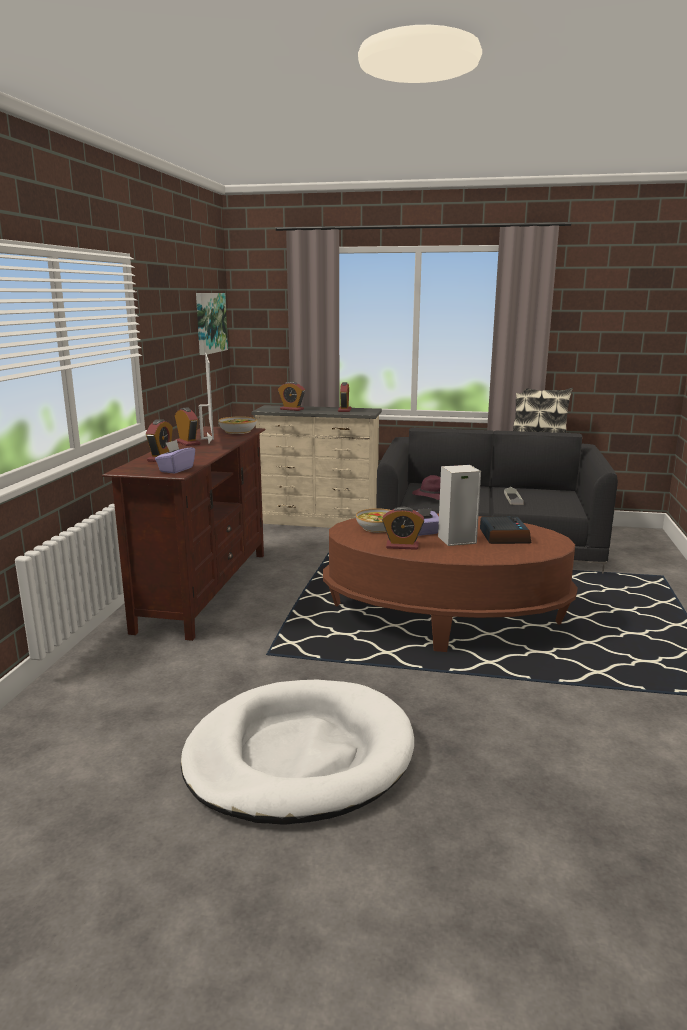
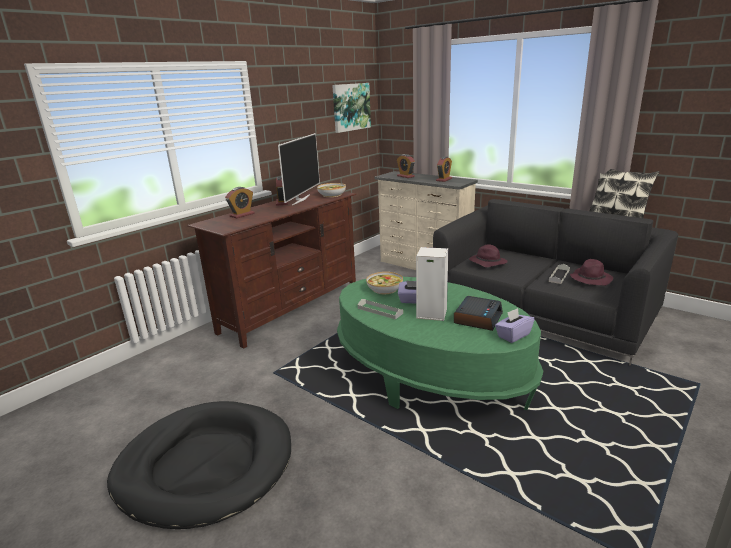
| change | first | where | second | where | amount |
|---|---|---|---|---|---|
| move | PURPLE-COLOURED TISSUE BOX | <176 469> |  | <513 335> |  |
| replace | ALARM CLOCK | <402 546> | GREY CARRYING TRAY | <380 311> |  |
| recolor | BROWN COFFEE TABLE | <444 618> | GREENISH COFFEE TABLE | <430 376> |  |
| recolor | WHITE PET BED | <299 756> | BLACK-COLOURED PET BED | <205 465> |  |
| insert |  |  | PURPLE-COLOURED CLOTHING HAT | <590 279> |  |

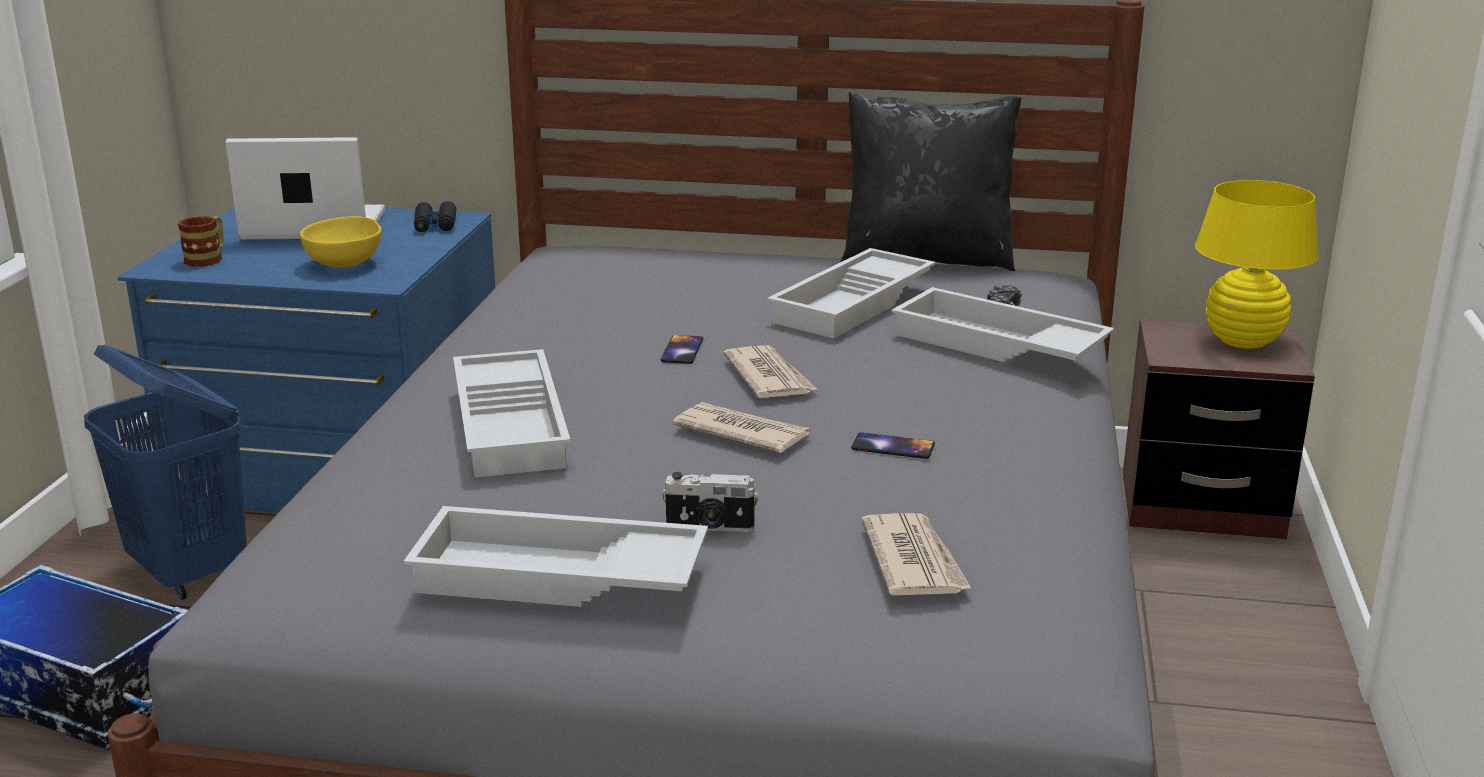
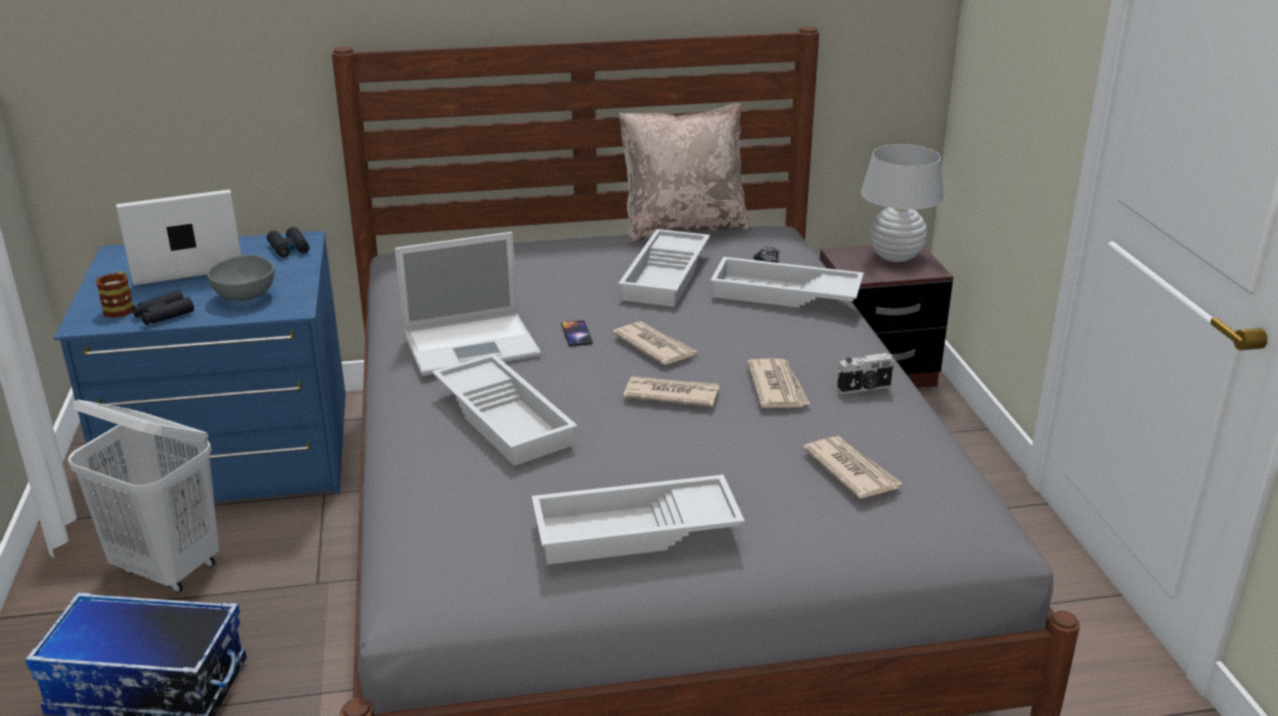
| change | first | where | second | where | amount |
|---|---|---|---|---|---|
| recolor | BLACK-COLOURED THROW PILLOW | <926 259> | SAND-COLOURED THROW PILLOW | <683 228> |  |
| recolor | YELLOWISH TABLE LAMP | <1243 341> | WHITE TABLE LAMP | <895 256> |  |
| recolor | YELLOWISH BOWL | <347 264> | GREY BOWL | <247 296> |  |
| recolor | BLUE-COLOURED HAMPER | <189 572> | WHITE HAMPER | <168 569> |  |
| replace | TELEPHONE | <893 447> | NEWSPAPER | <777 387> |  |
| move | STILL CAMERA | <710 527> |  | <864 388> |  |
| insert |  |  | PORTABLE COMPUTER | <473 344> |  |
| insert |  |  | BLACK-COLOURED PAIR OF BINOCULARS | <163 315> |  |

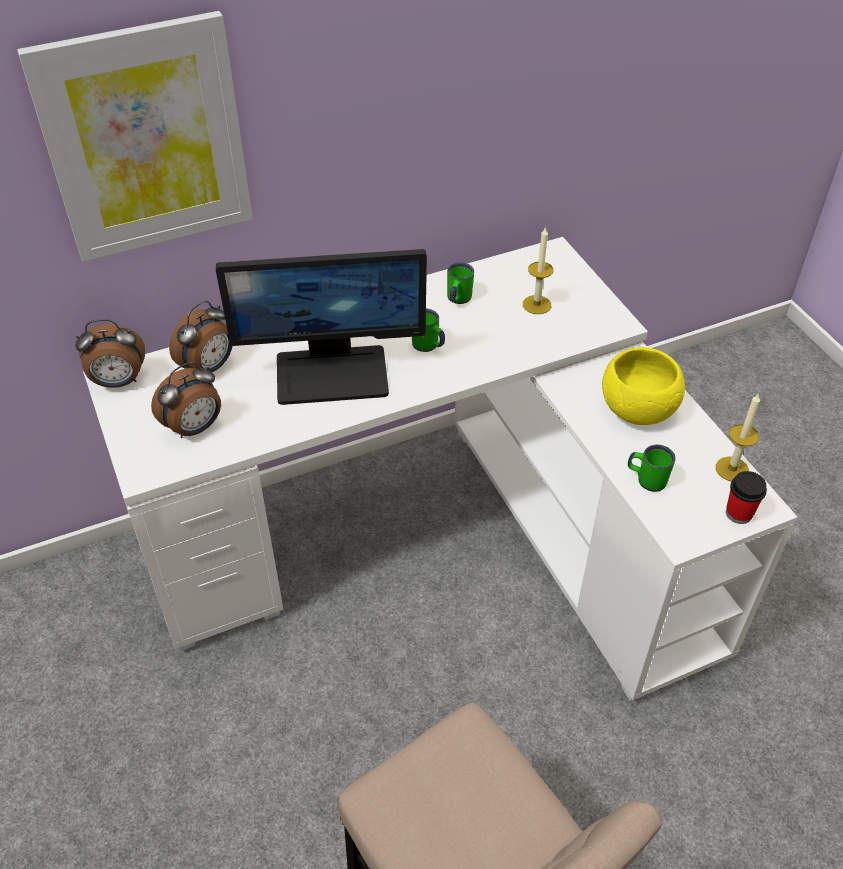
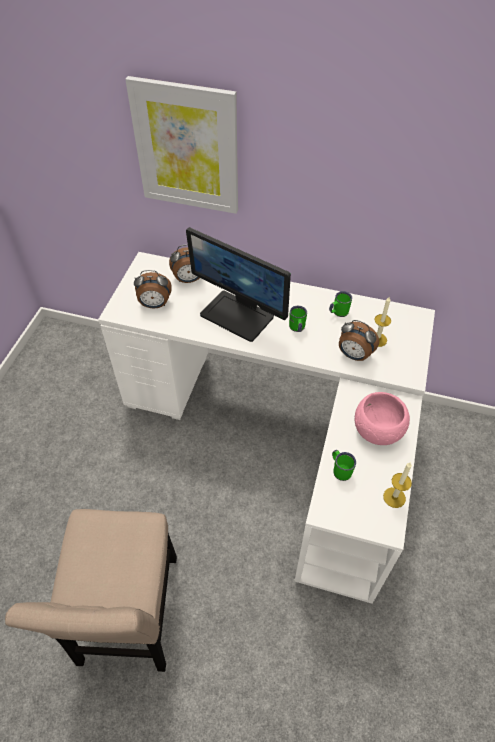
| change | first | where | second | where | amount |
|---|---|---|---|---|---|
| move | ALARM CLOCK | <118 382> |  | <354 355> |  |
| recolor | YELLOWISH BOWL | <638 408> | PINKISH BOWL | <378 429> |  |
| delete | DRINKING CUP | <739 513> |  |  |  |

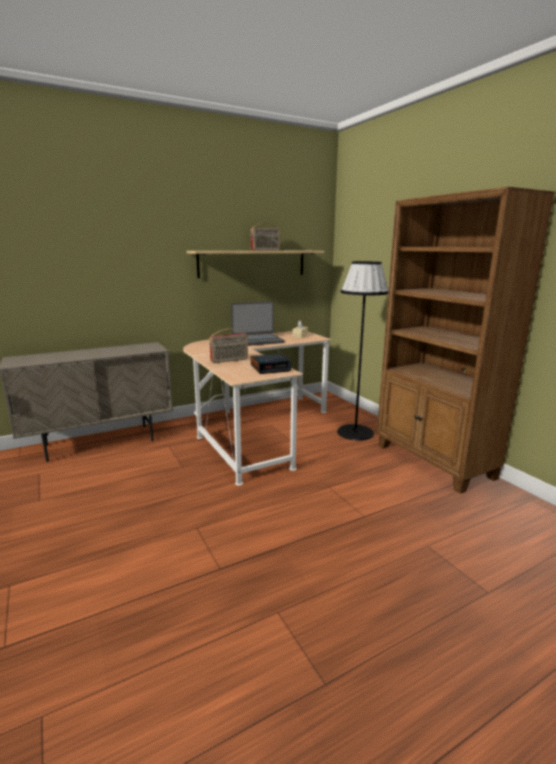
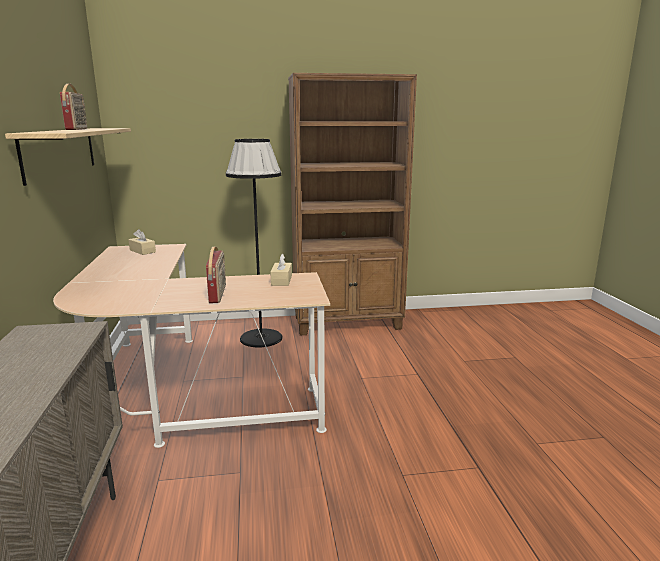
| change | first | where | second | where | amount |
|---|---|---|---|---|---|
| delete | PORTABLE COMPUTER | <257 341> |  |  |  |
| replace | ALARM CLOCK | <270 368> | SAND-COLOURED TISSUE BOX | <281 280> |  |

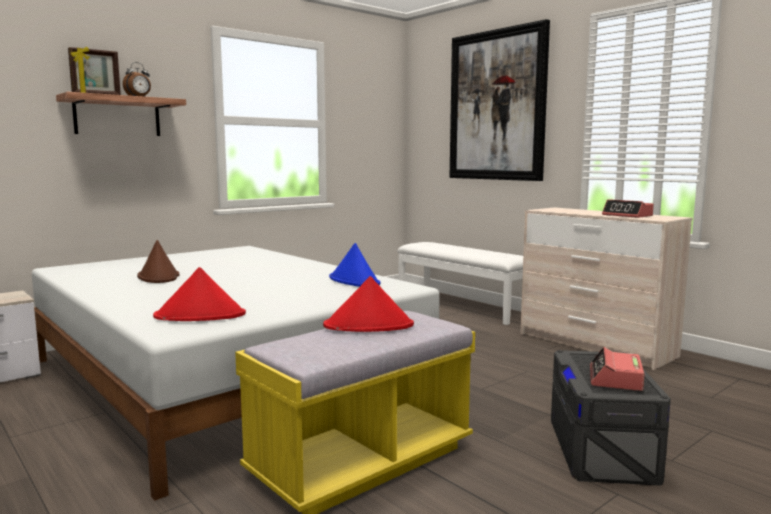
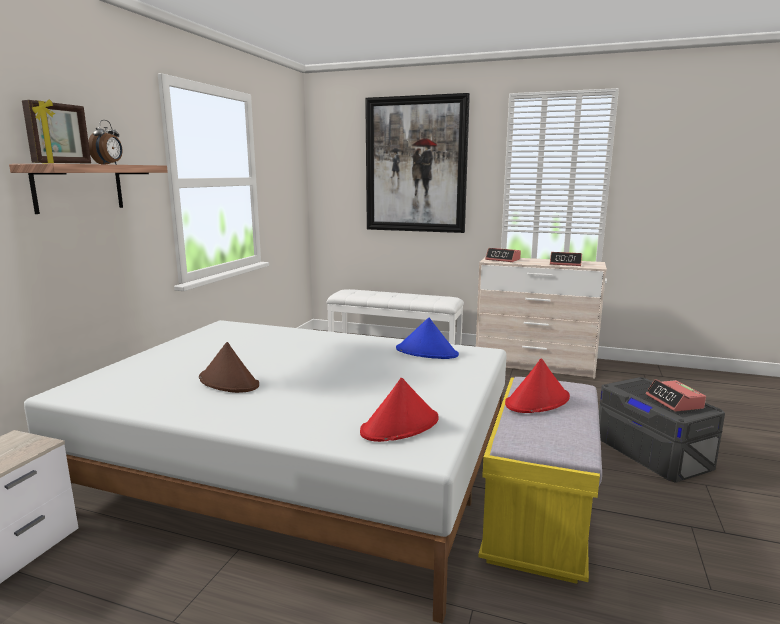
| change | first | where | second | where | amount |
|---|---|---|---|---|---|
| insert |  |  | ALARM CLOCK | <503 260> |  |

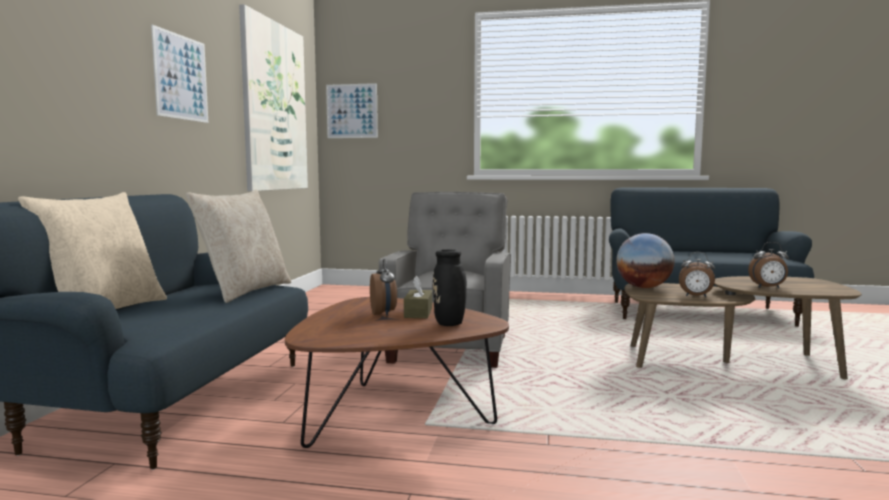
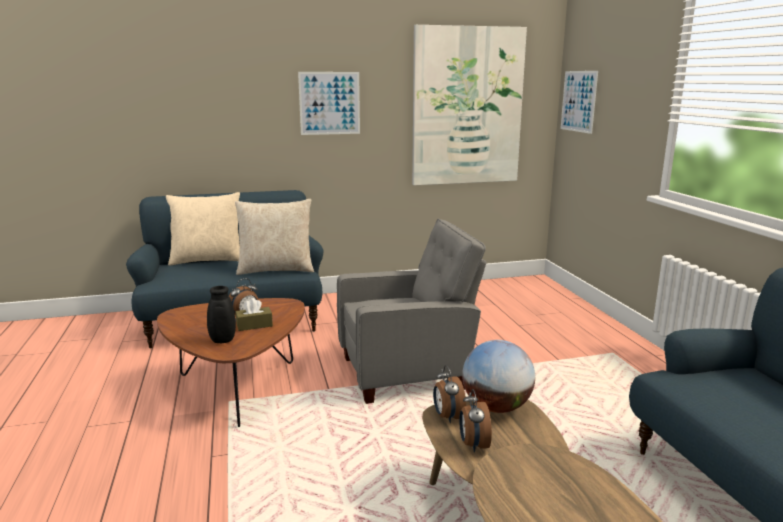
| change | first | where | second | where | amount |
|---|---|---|---|---|---|
| move | ALARM CLOCK | <768 287> |  | <447 417> |  |

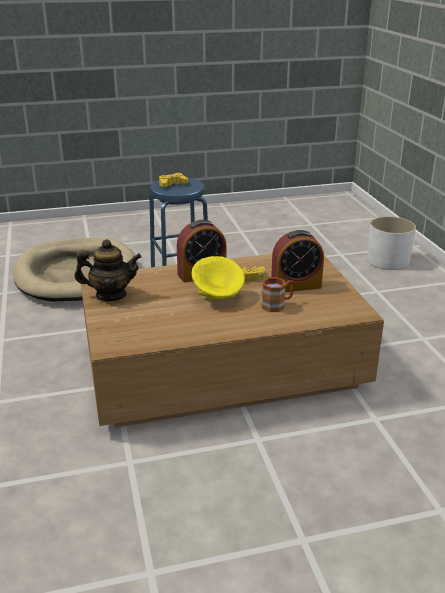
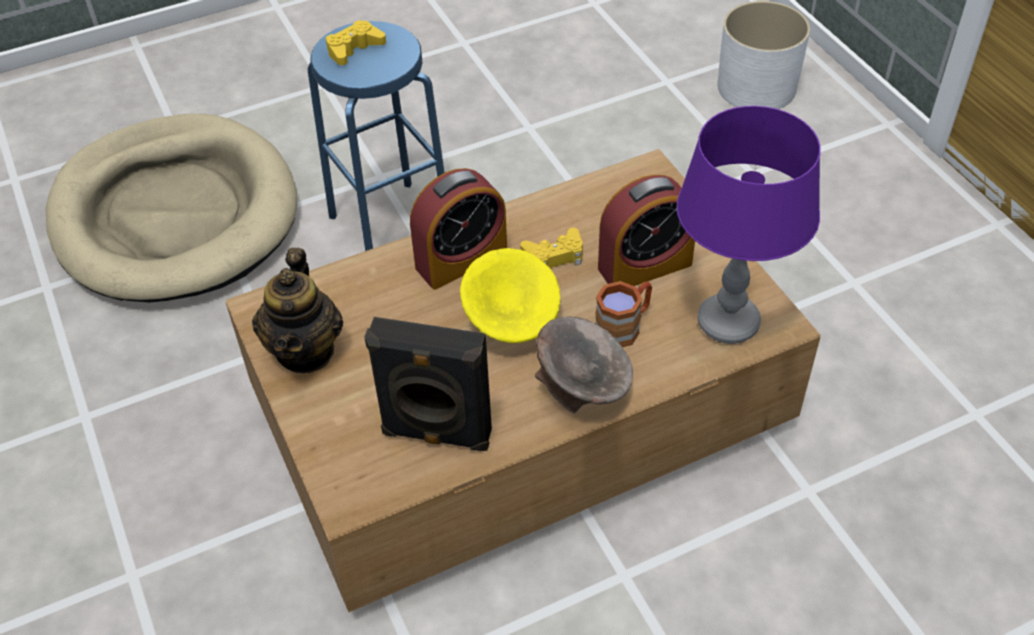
| change | first | where | second | where | amount |
|---|---|---|---|---|---|
| rotate | TEA POT | <111 295> |  | <306 350> | 105 degrees clockwise |
| insert |  |  | PURPLE-COLOURED TABLE LAMP | <727 323> |  |
| insert |  |  | GREY BOWL | <582 390> |  |
| insert |  |  | BLACK-COLOURED SPEAKER | <436 435> |  |

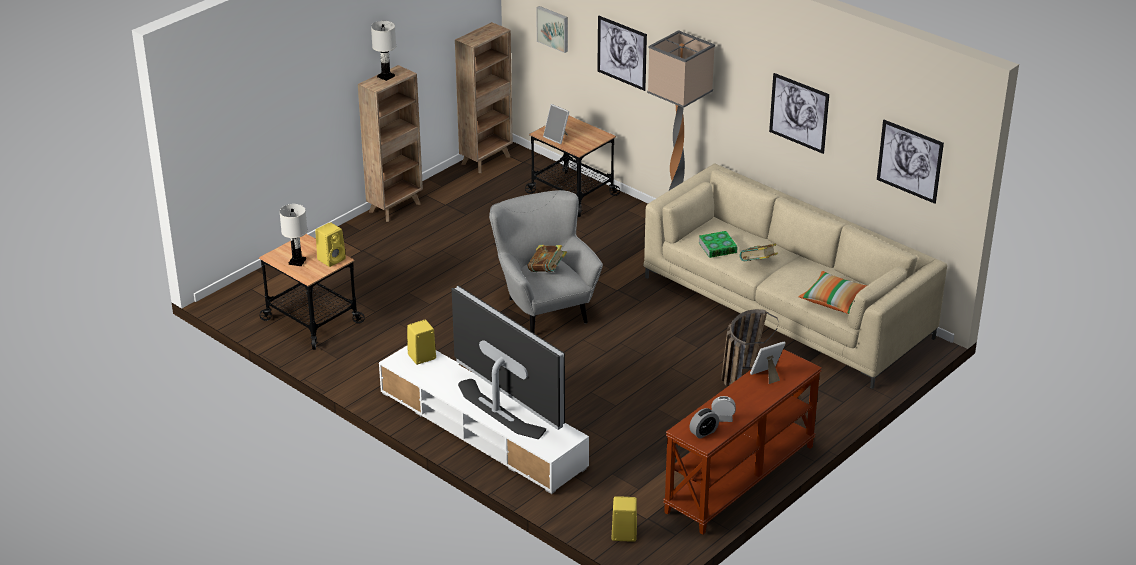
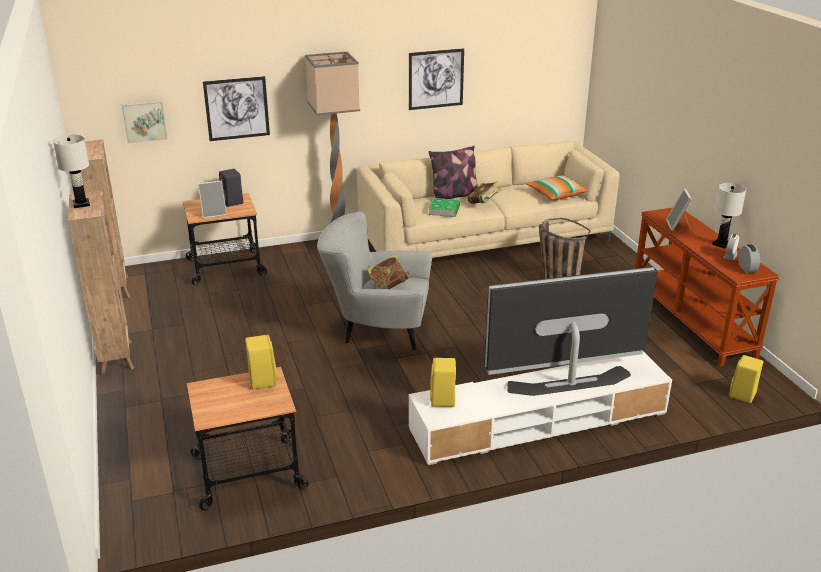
| change | first | where | second | where | amount |
|---|---|---|---|---|---|
| delete | PICTURE | <909 161> |  |  |  |
| move | WHITE TABLE LAMP | <297 262> |  | <721 244> |  |
| insert |  |  | THROW PILLOW | <454 196> |  |
| insert |  |  | BLACK-COLOURED SPEAKER | <232 202> |  |

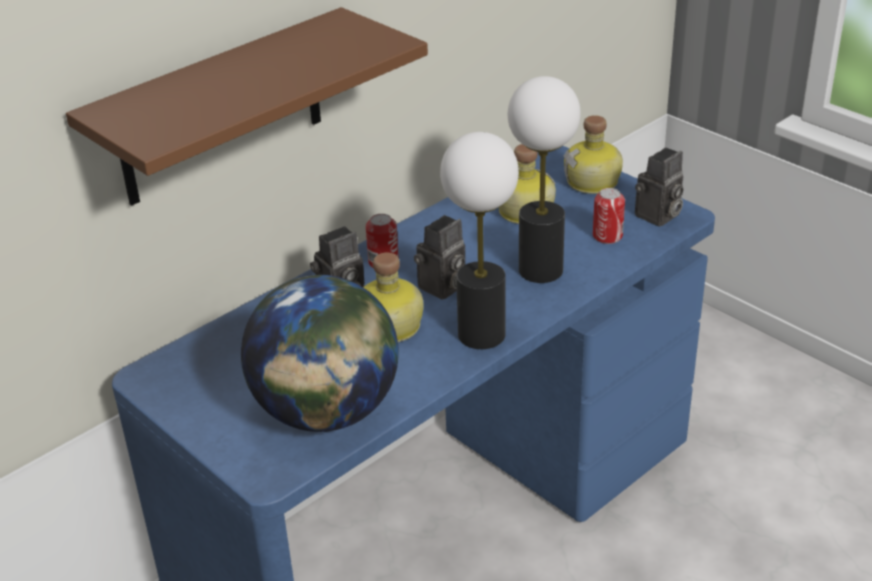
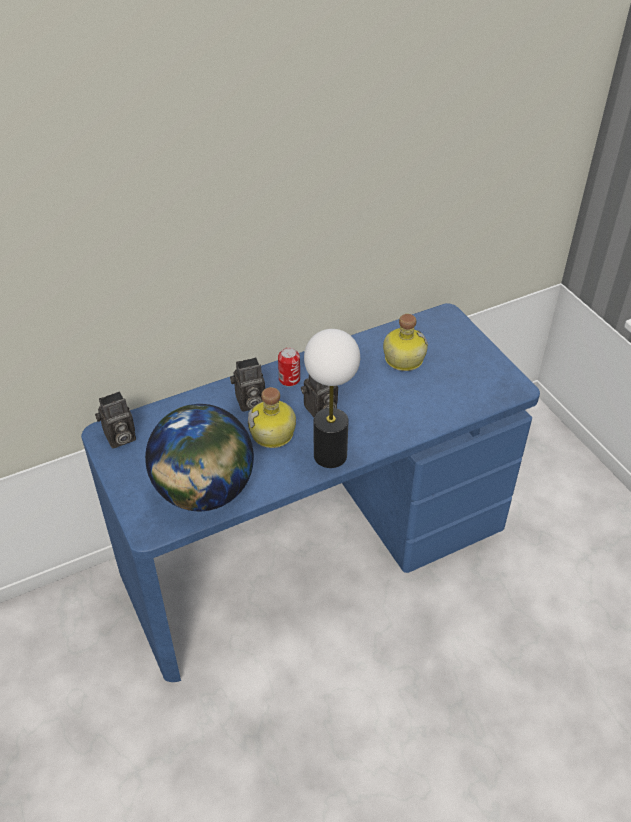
| change | first | where | second | where | amount |
|---|---|---|---|---|---|
| delete | BROWN WALL SHELF | <221 109> |  |  |  |
| delete | TABLE LAMP | <540 270> |  |  |  |
| delete | DRINK BOTTLE | <594 182> |  |  |  |
| move | STILL CAMERA | <658 217> |  | <119 438> |  |
| delete | METAL CAN | <607 236> |  |  |  |

